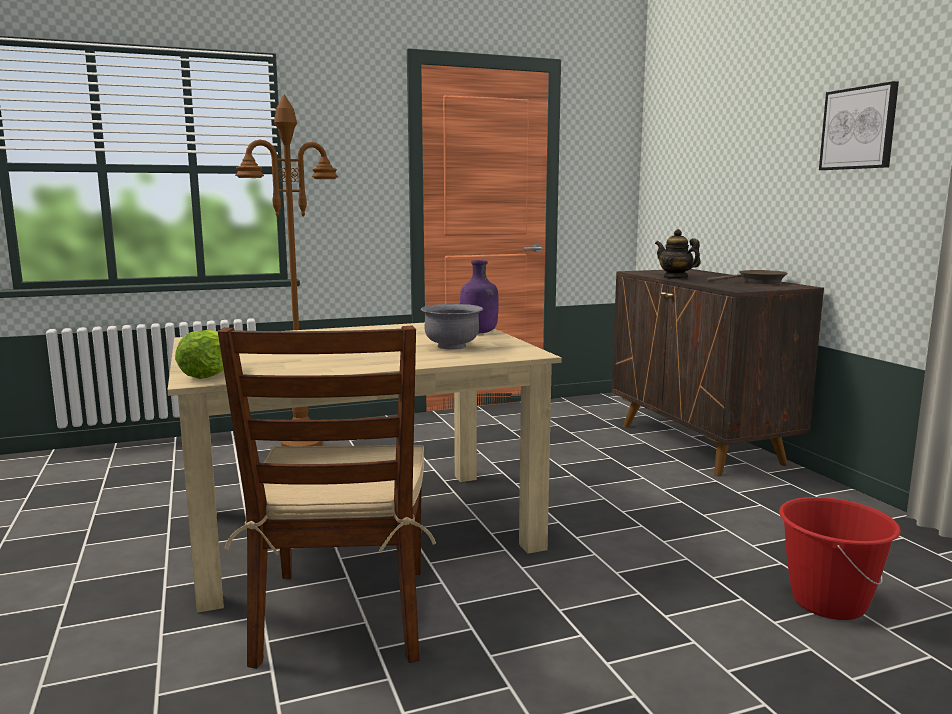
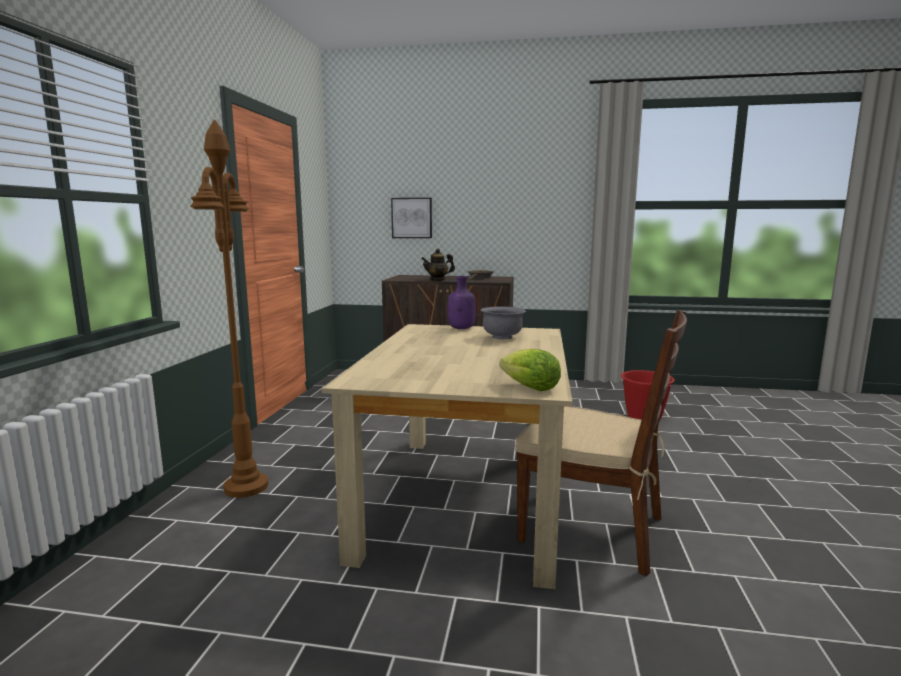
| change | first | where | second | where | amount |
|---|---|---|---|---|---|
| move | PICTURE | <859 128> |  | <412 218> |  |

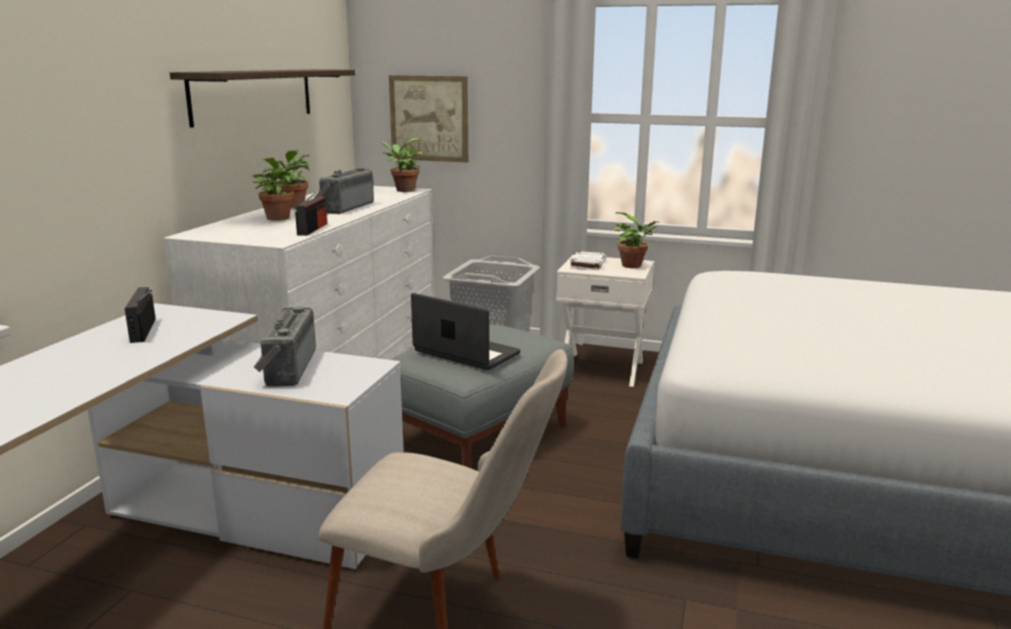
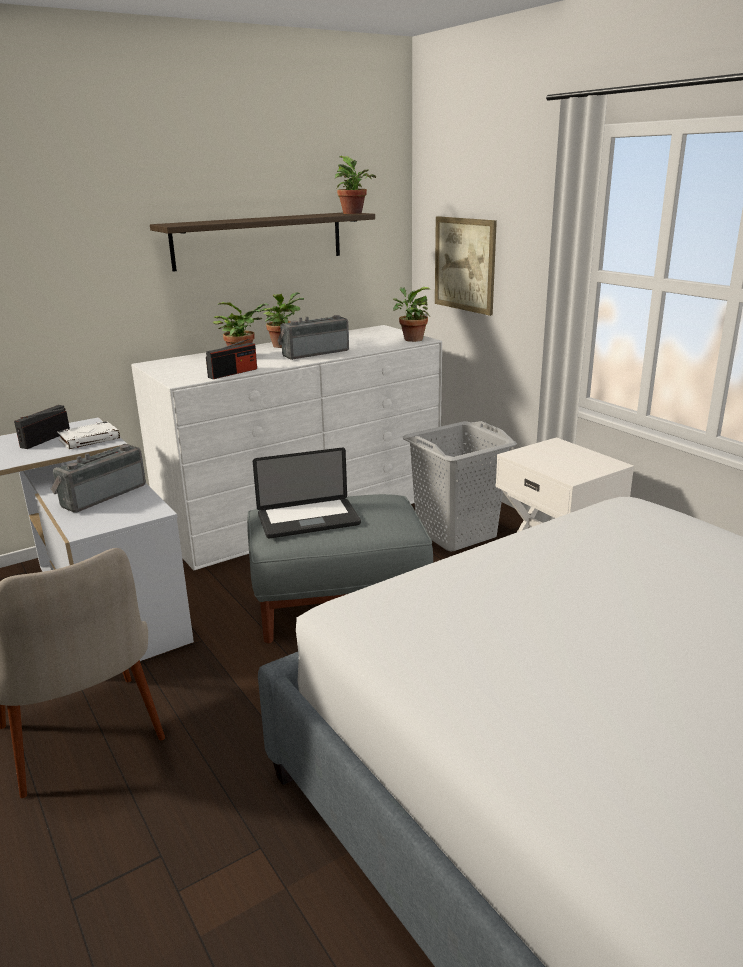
| change | first | where | second | where | amount |
|---|---|---|---|---|---|
| move | POTTED PLANT | <634 266> |  | <353 213> |  |
| move | WHITE VOLUME | <587 264> |  | <90 439> |  |
| rotate | PORTABLE COMPUTER | <466 353> |  | <308 520> | 90 degrees clockwise |

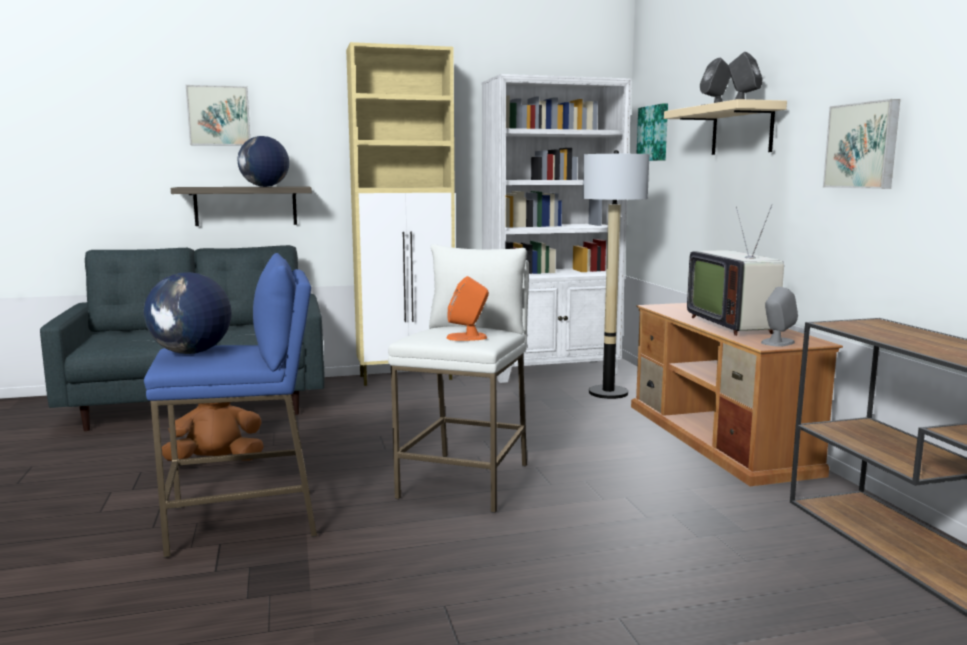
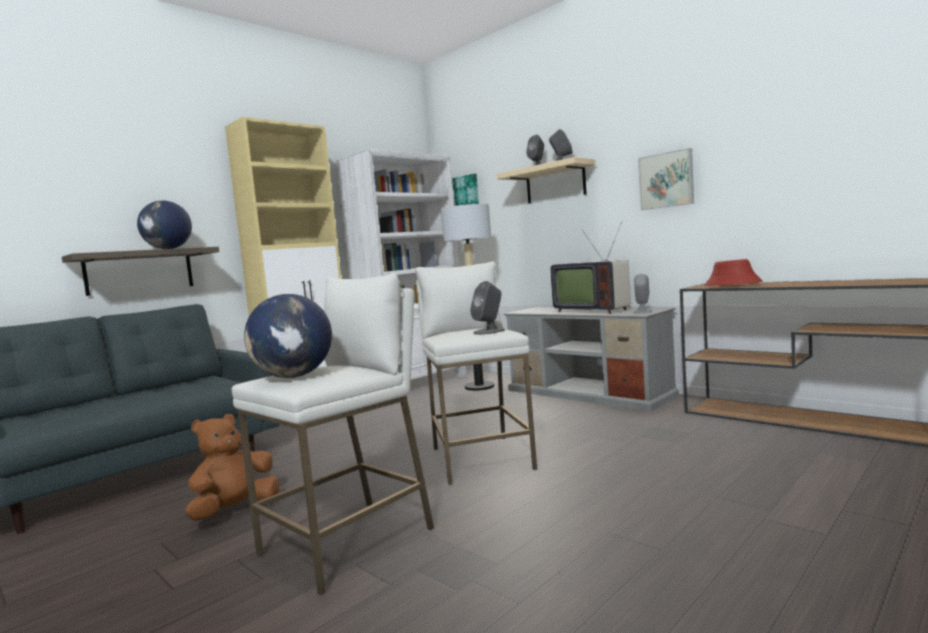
| change | first | where | second | where | amount |
|---|---|---|---|---|---|
| delete | PICTURE | <219 116> |  |  |  |
| recolor | BLUE-COLOURED SITTING STOOL | <244 521> | WHITE SITTING STOOL | <349 541> |  |
| recolor | ORANGEY SPEAKER | <467 337> | GREY SPEAKER | <489 331> |  |
| recolor | BROWN TV UNIT | <719 438> | GREY TV UNIT | <589 393> |  |
| insert |  |  | RED CLOTHING HAT | <732 285> |  |

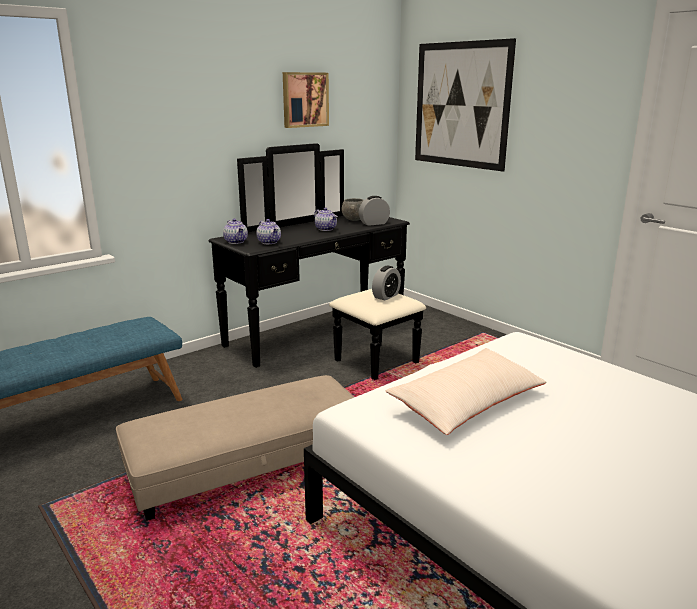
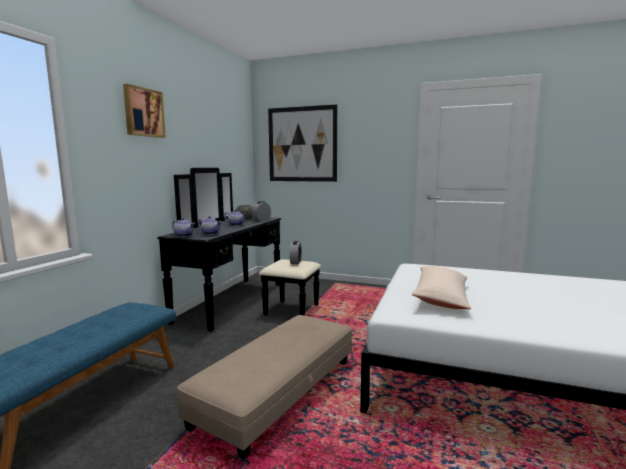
| change | first | where | second | where | amount |
|---|---|---|---|---|---|
| move | PICTURE | <304 99> |  | <143 112> |  |

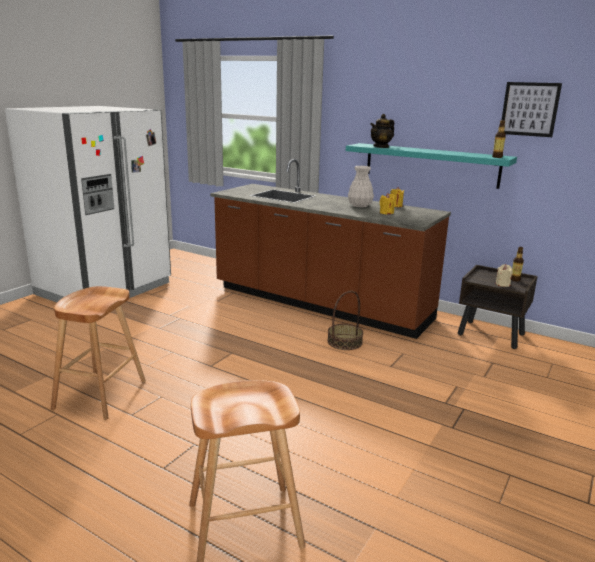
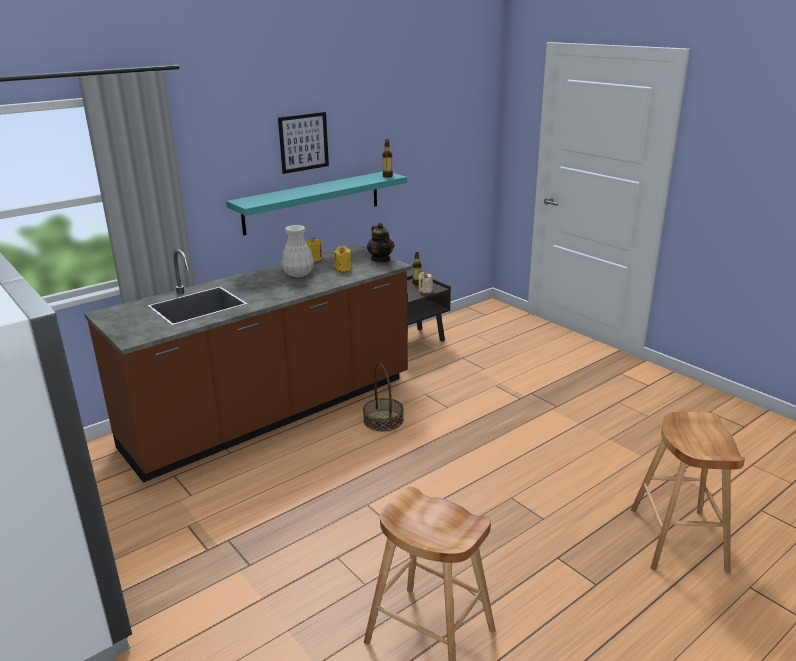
| change | first | where | second | where | amount |
|---|---|---|---|---|---|
| move | PICTURE | <529 109> |  | <303 142> |  |
| move | TEA POT | <381 147> |  | <381 259> |  |

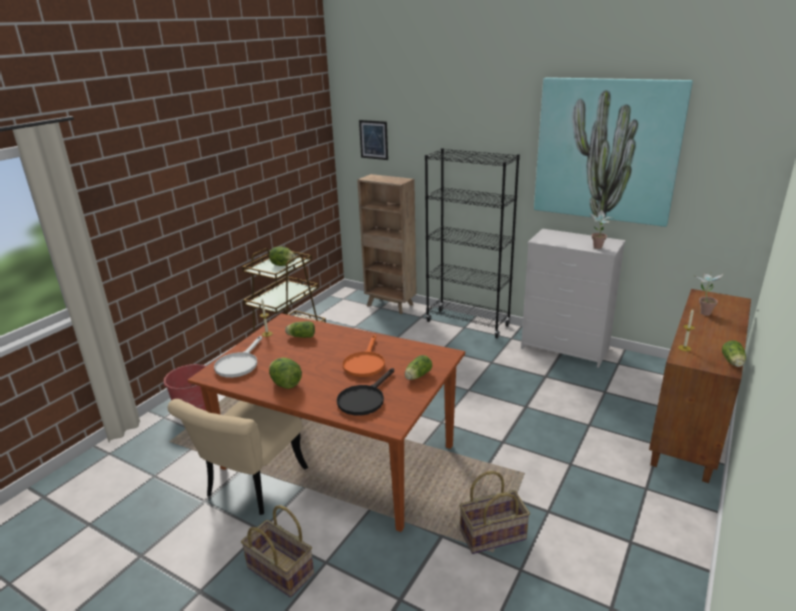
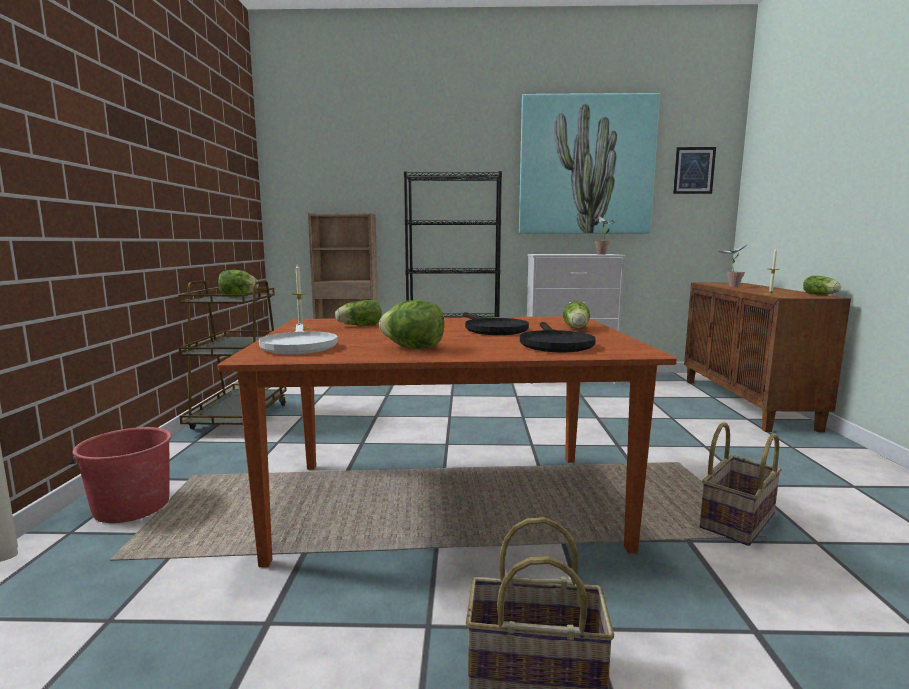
| change | first | where | second | where | amount |
|---|---|---|---|---|---|
| move | PICTURE | <373 139> |  | <694 170> |  |
| recolor | ORANGEY SKILLET | <365 363> | BLACK-COLOURED SKILLET | <492 329> |  |
| delete | SAND-COLOURED CHAIR | <250 486> |  |  |  |

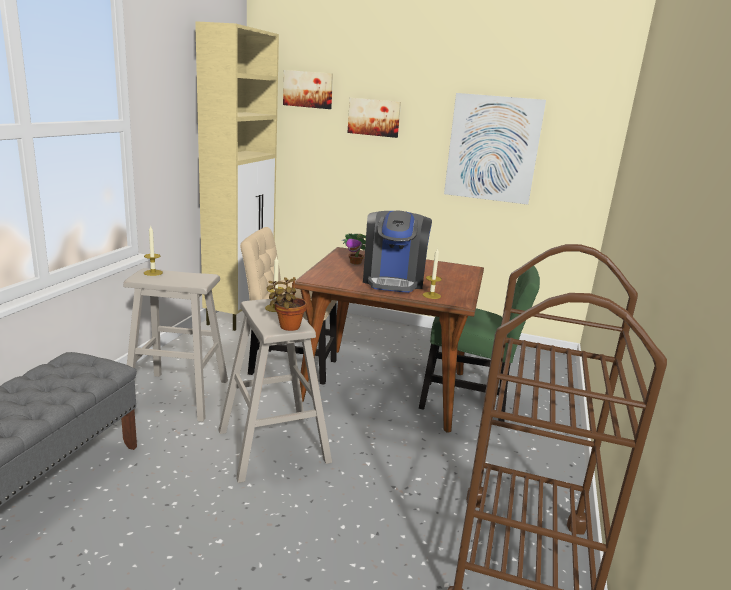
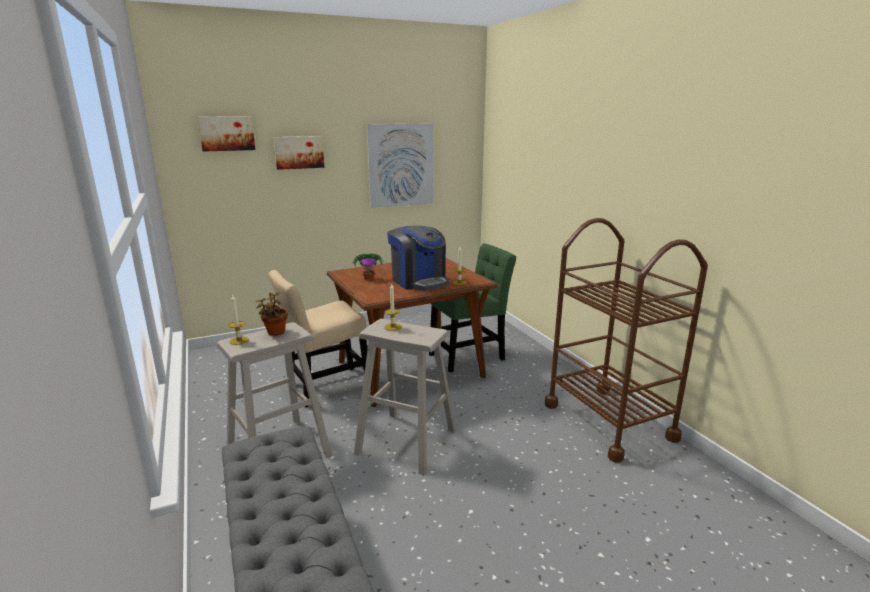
| change | first | where | second | where | amount |
|---|---|---|---|---|---|
| delete | SAND-COLOURED CABINET | <240 314> |  |  |  |
| move | POTTED PLANT | <287 327> |  | <275 333> |  |

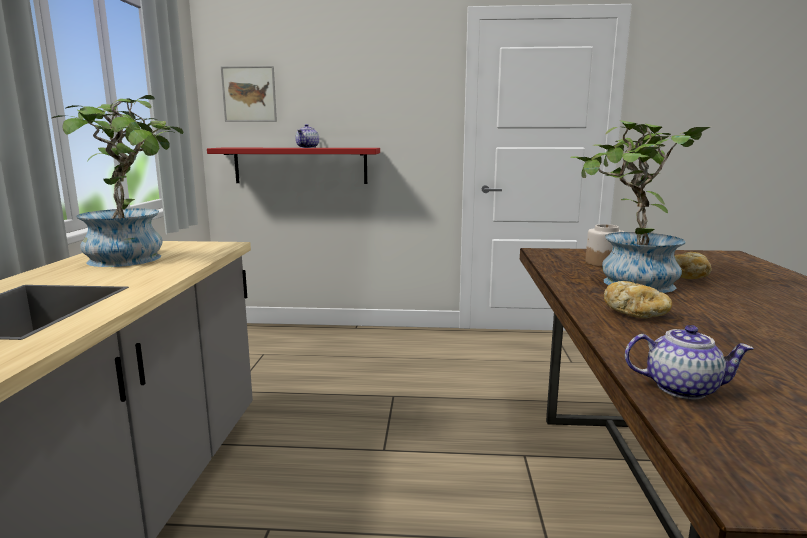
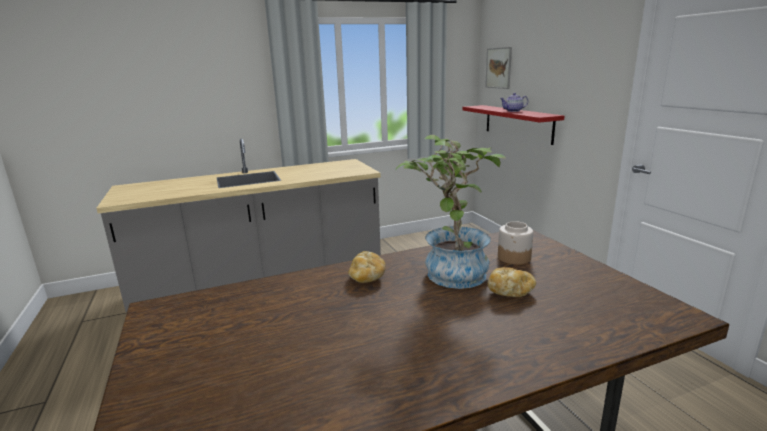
| change | first | where | second | where | amount |
|---|---|---|---|---|---|
| delete | POTTED PLANT | <135 259> |  |  |  |
| delete | TEA POT | <682 388> |  |  |  |

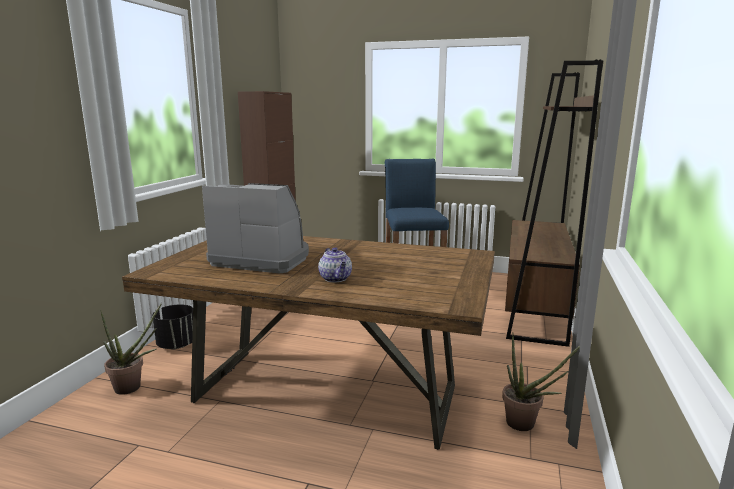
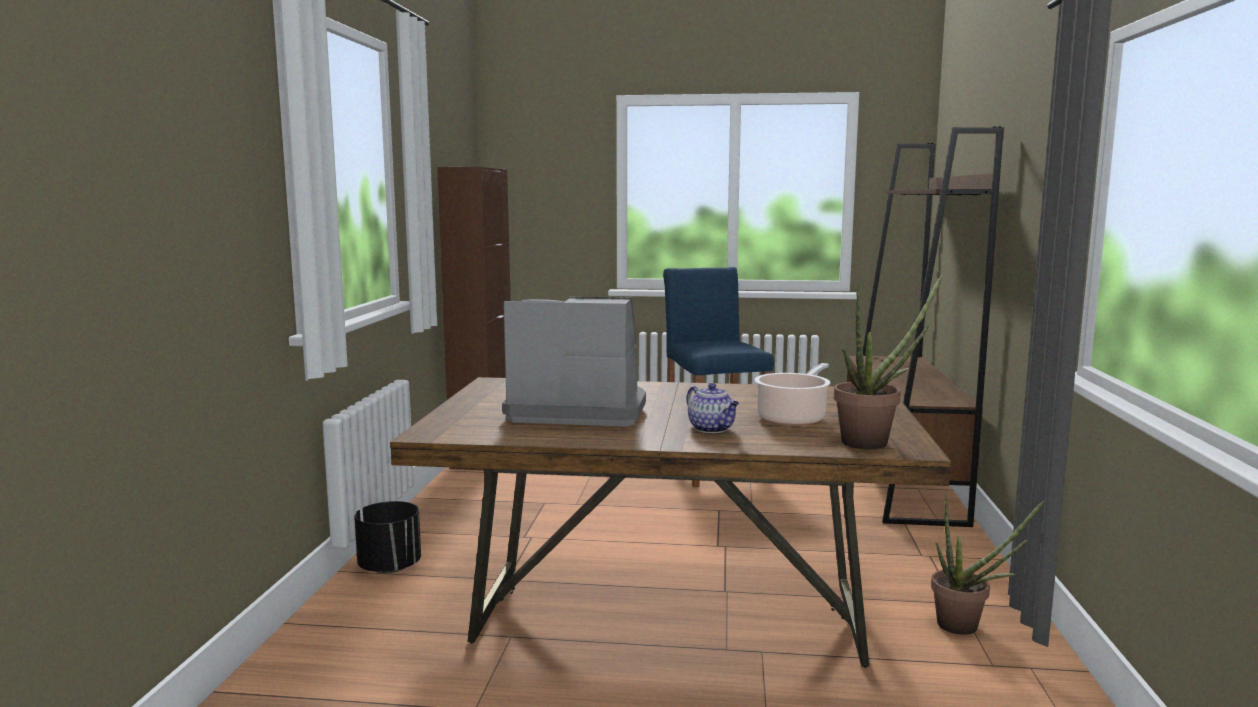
| change | first | where | second | where | amount |
|---|---|---|---|---|---|
| move | POTTED PLANT | <133 387> |  | <873 442> |  |
| insert |  |  | SAUCEPOT | <793 418> |  |

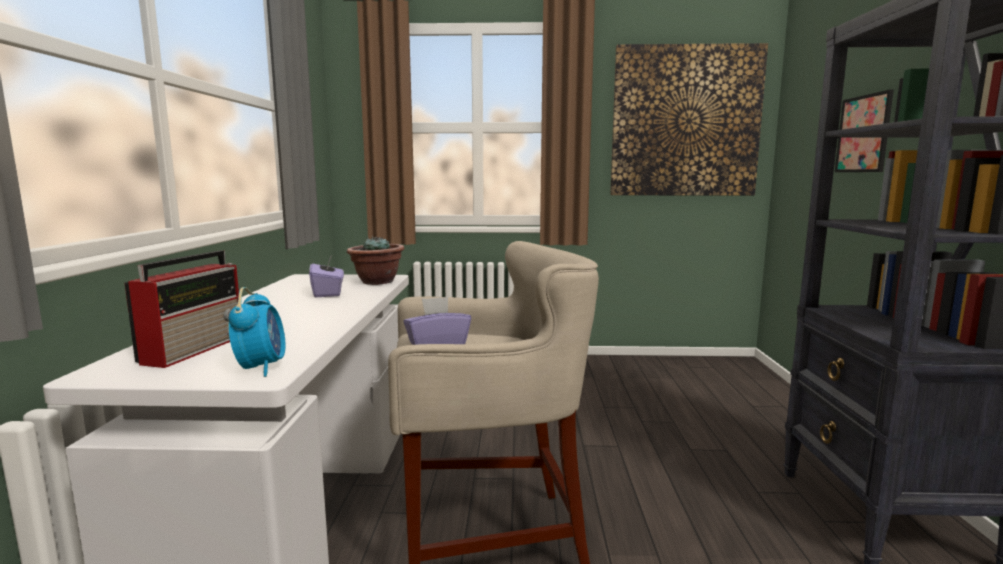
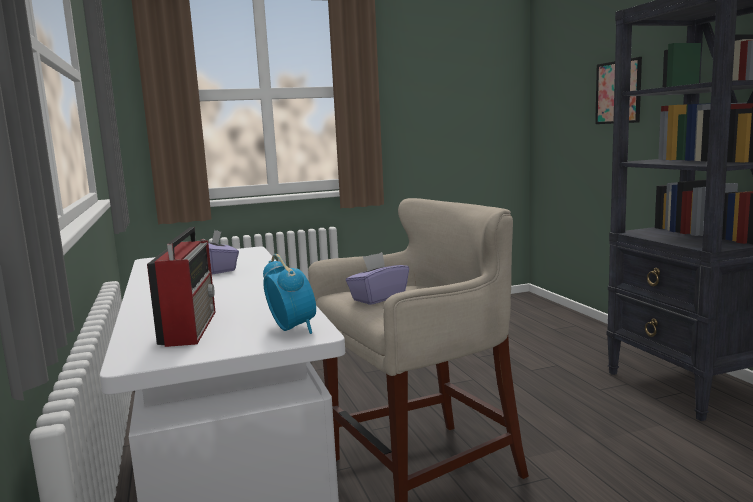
| change | first | where | second | where | amount |
|---|---|---|---|---|---|
| delete | PICTURE | <685 122> |  |  |  |
| delete | POTTED PLANT | <377 282> |  |  |  |

